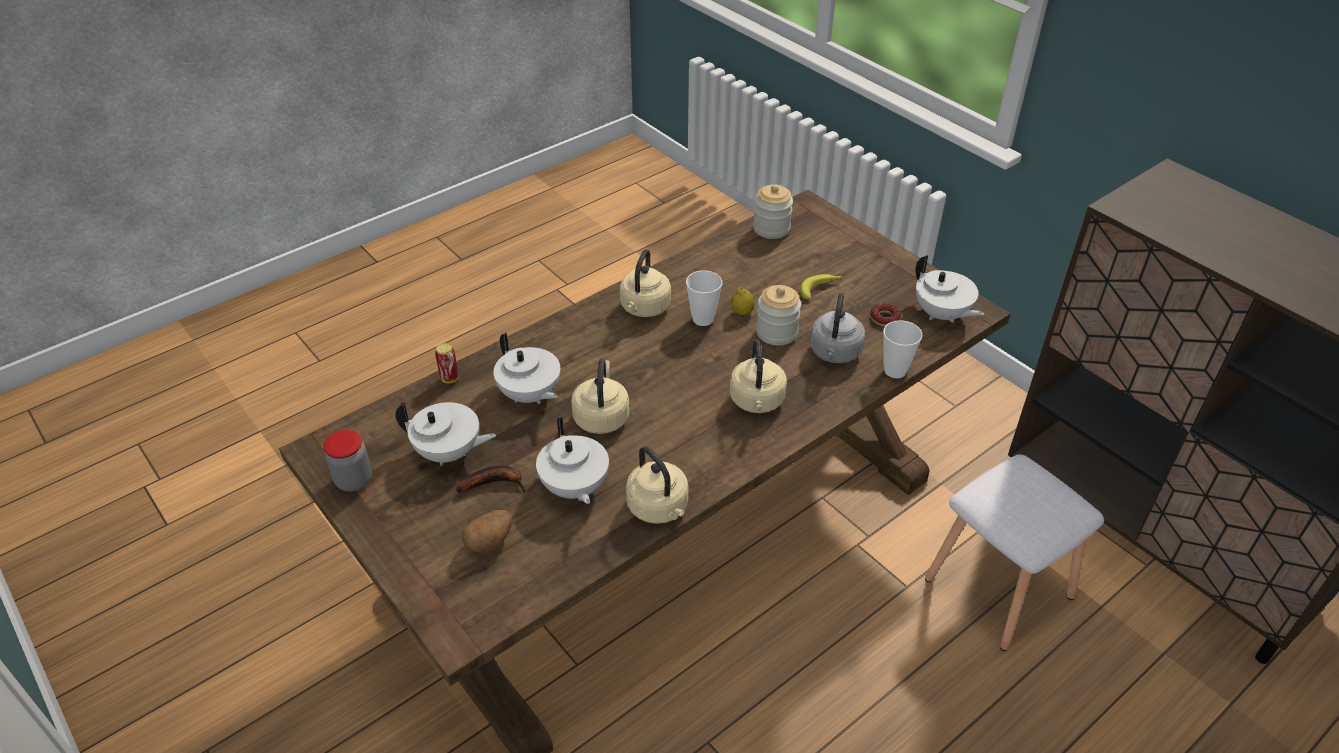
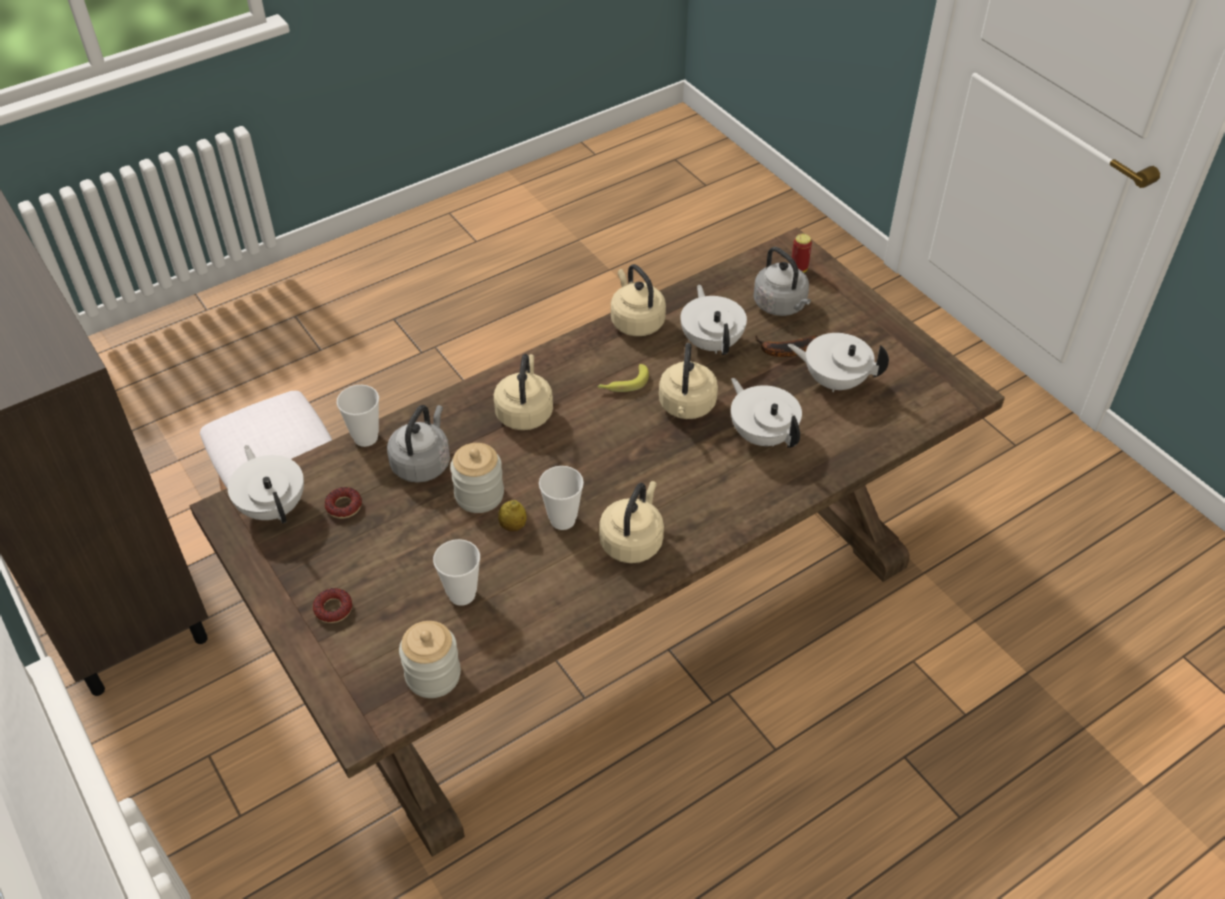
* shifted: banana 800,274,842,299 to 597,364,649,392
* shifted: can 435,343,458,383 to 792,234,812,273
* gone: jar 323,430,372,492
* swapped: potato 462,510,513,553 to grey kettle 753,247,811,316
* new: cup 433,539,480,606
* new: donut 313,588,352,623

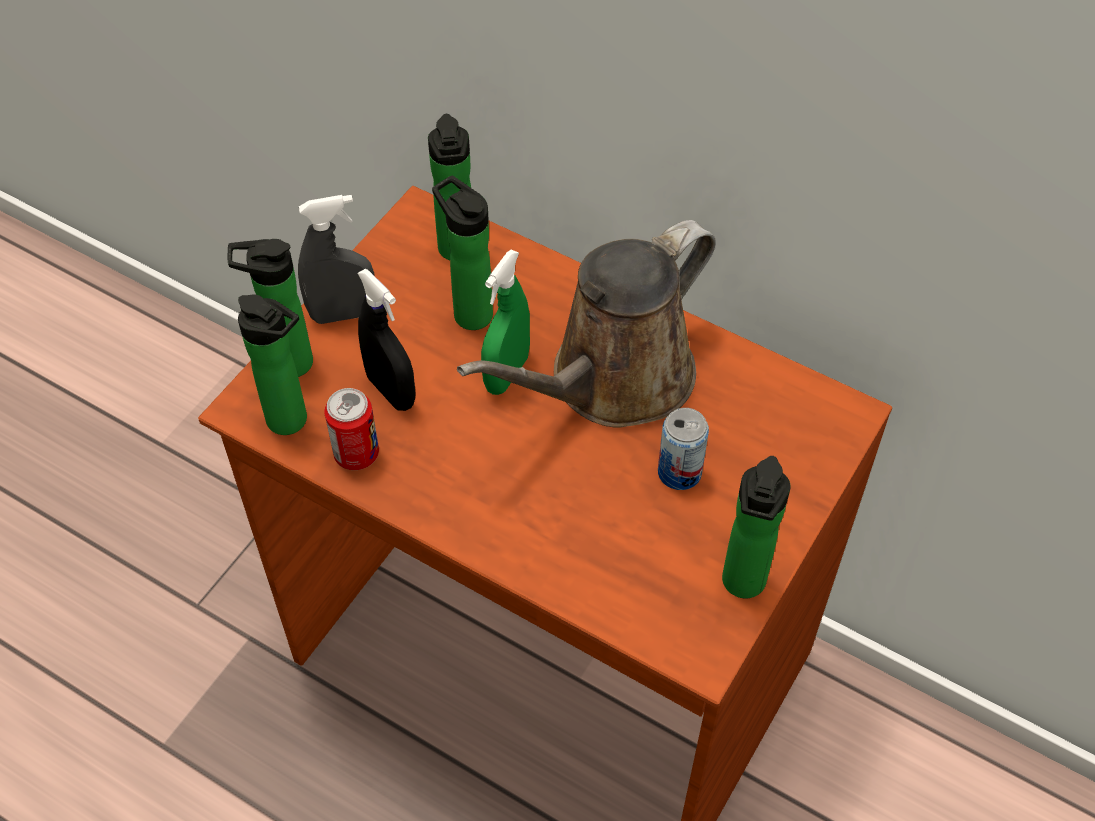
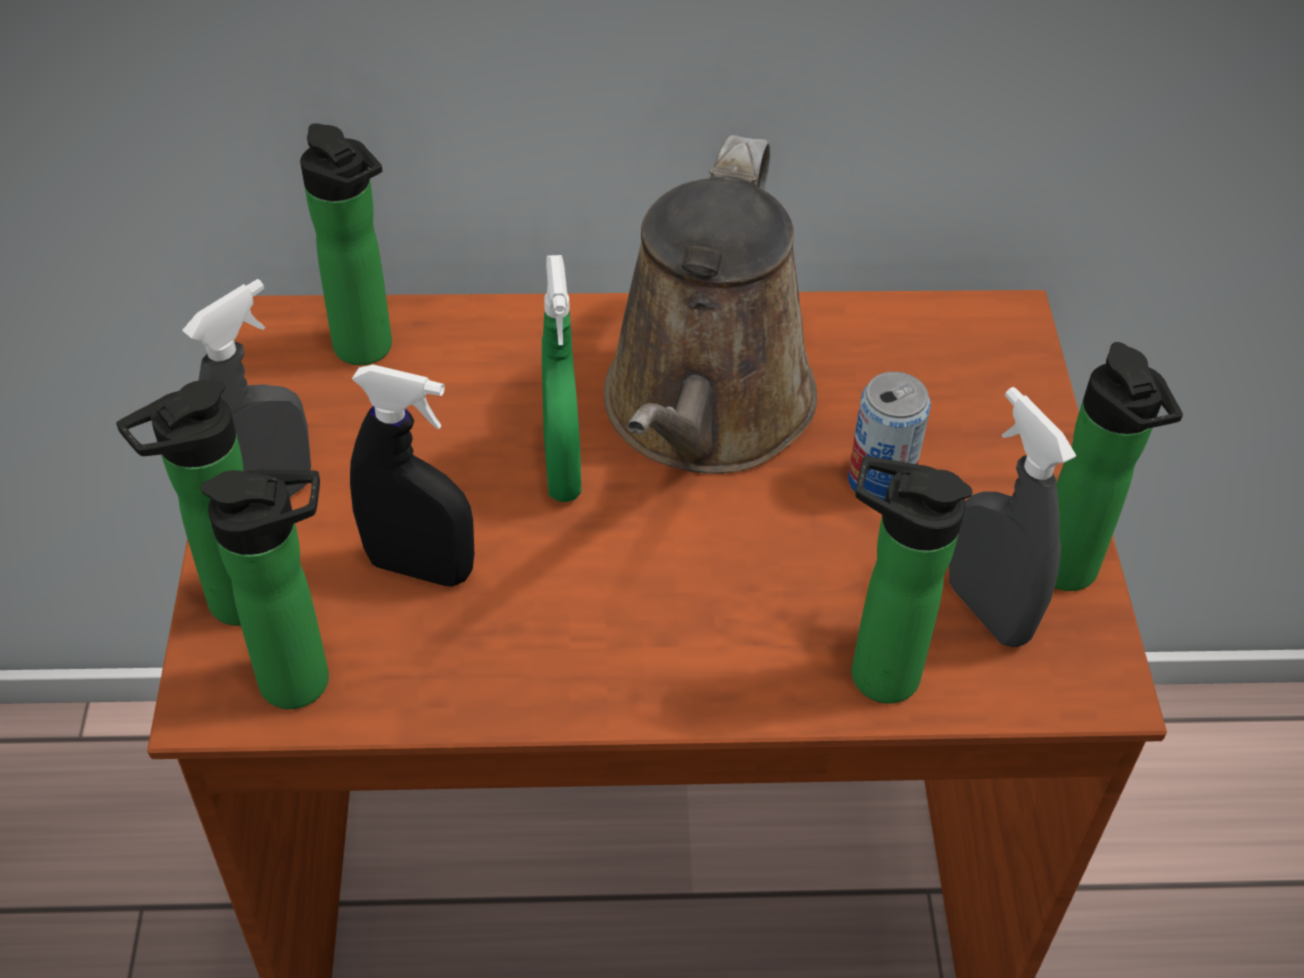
* shifted: bottle 432,175,493,330 to 852,456,973,704
* gone: can 324,388,379,470
* new: grey spray bottle 949,387,1076,647

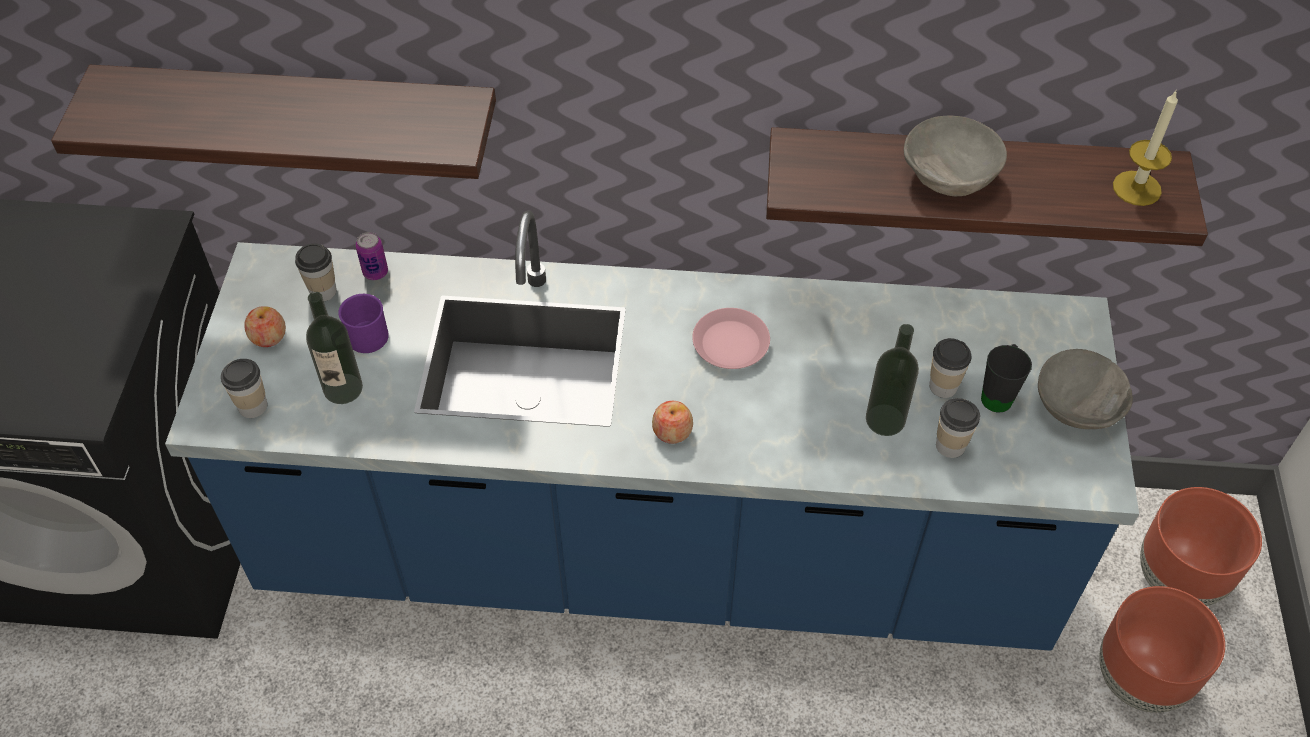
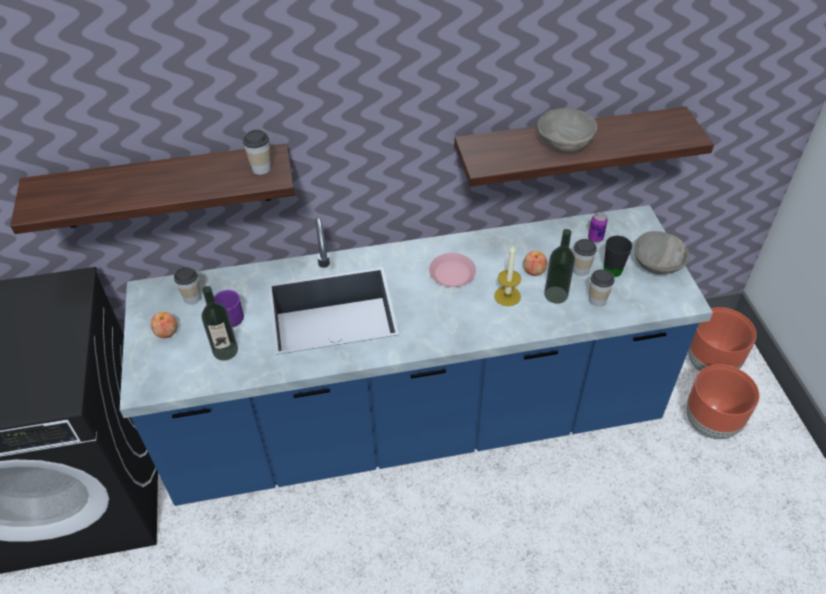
* shifted: candle 1113,90,1178,206 to 494,246,521,306
* shifted: can 356,232,388,280 to 588,212,608,242
* shifted: cup 221,359,268,418 to 243,130,271,175
* shifted: apple 652,401,693,444 to 523,251,547,276

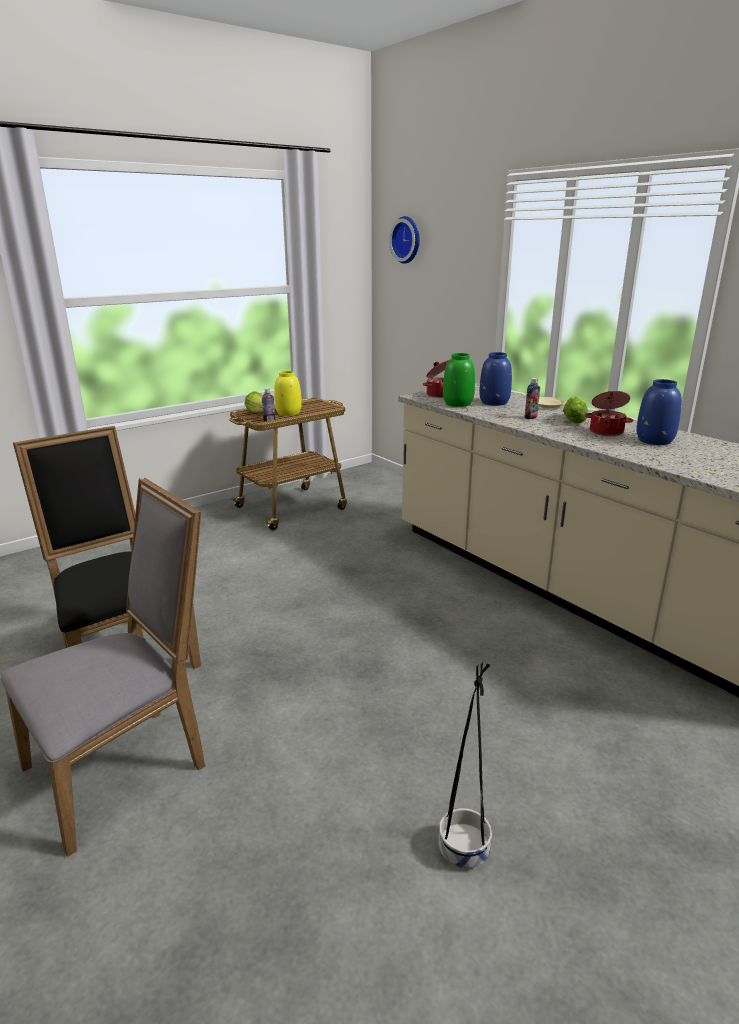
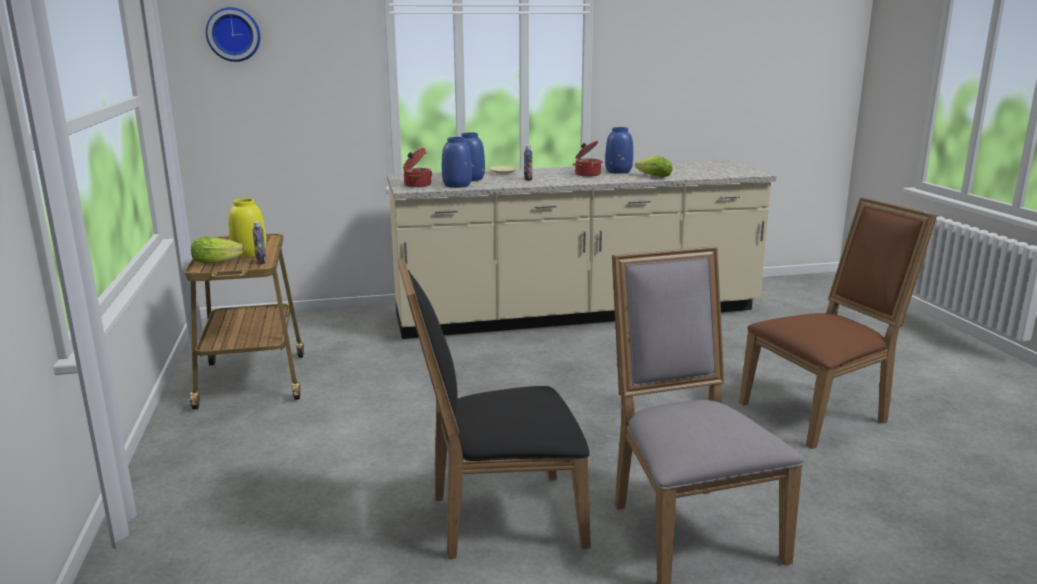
* repainted: green vase 443,353,475,407 to blue vase 442,137,472,188
* shifted: lettuce 563,396,588,424 to 635,157,672,177
* swapped: black planter 438,662,492,869 to brown chair 739,197,937,449

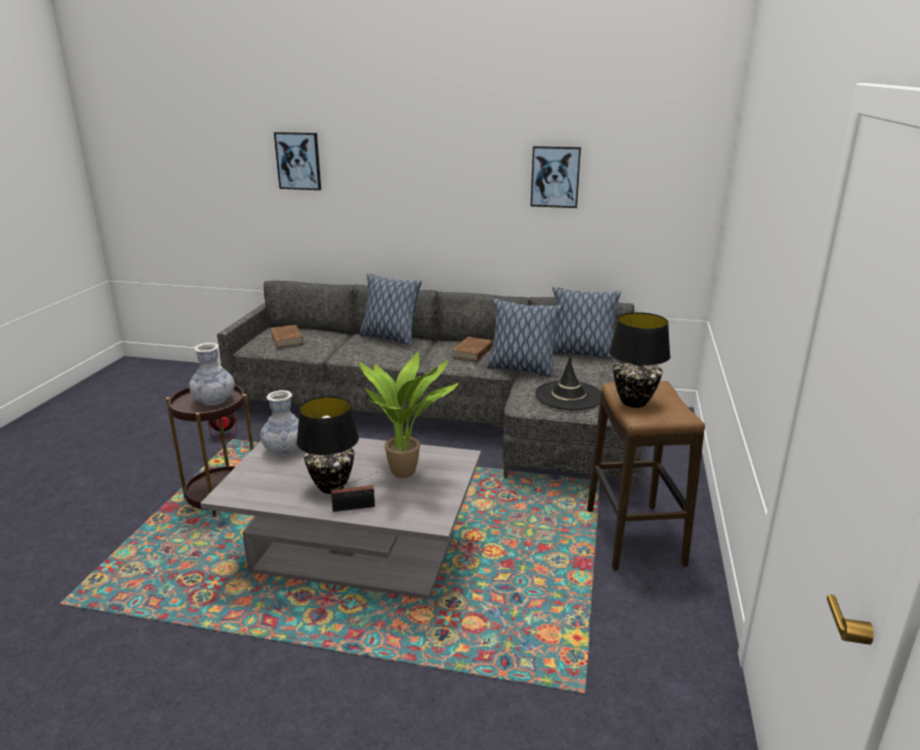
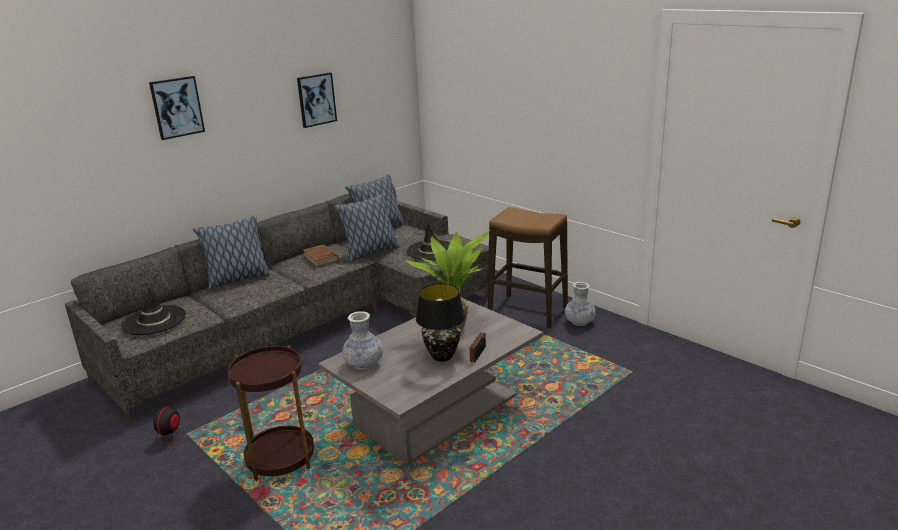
* shifted: picture 274,132,321,190 to 149,76,205,140
* gone: black table lamp 609,312,671,408
* swapped: brown book 271,325,303,347 to black hat 121,287,186,335
* shifted: vase 189,343,234,405 to 565,282,596,326

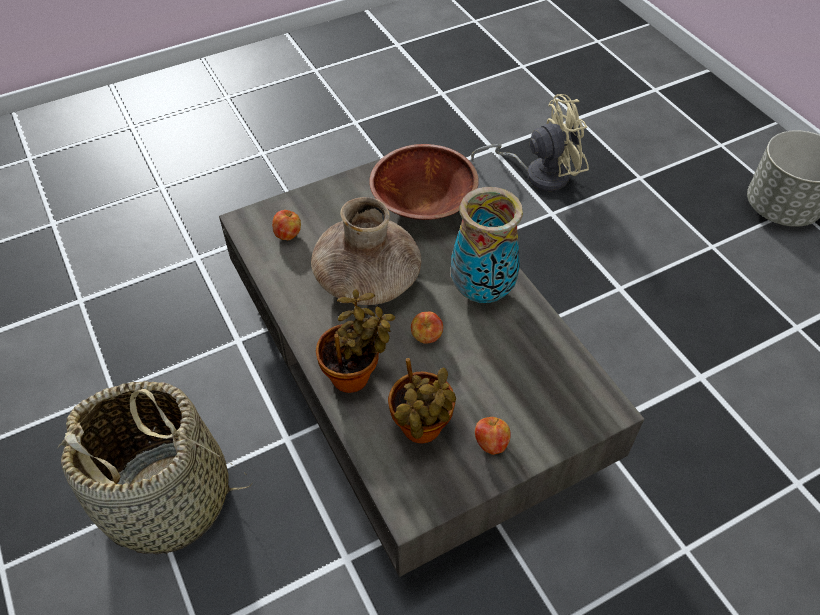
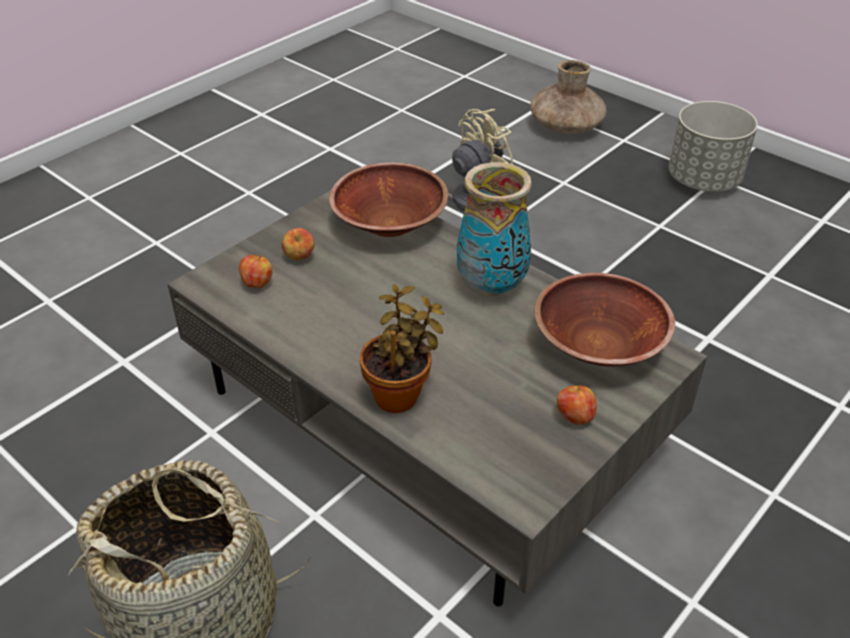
* shifted: brown vase 311,197,421,305 to 530,60,607,134
* shifted: apple 411,312,443,344 to 282,228,315,260
* gone: potted plant 388,358,456,443
* new: brown bowl 534,273,675,366

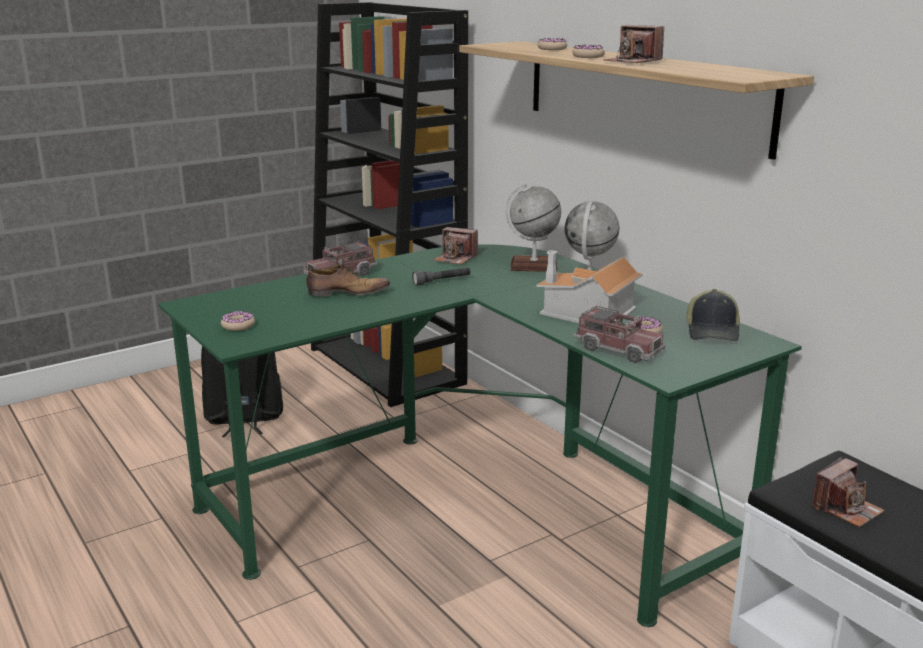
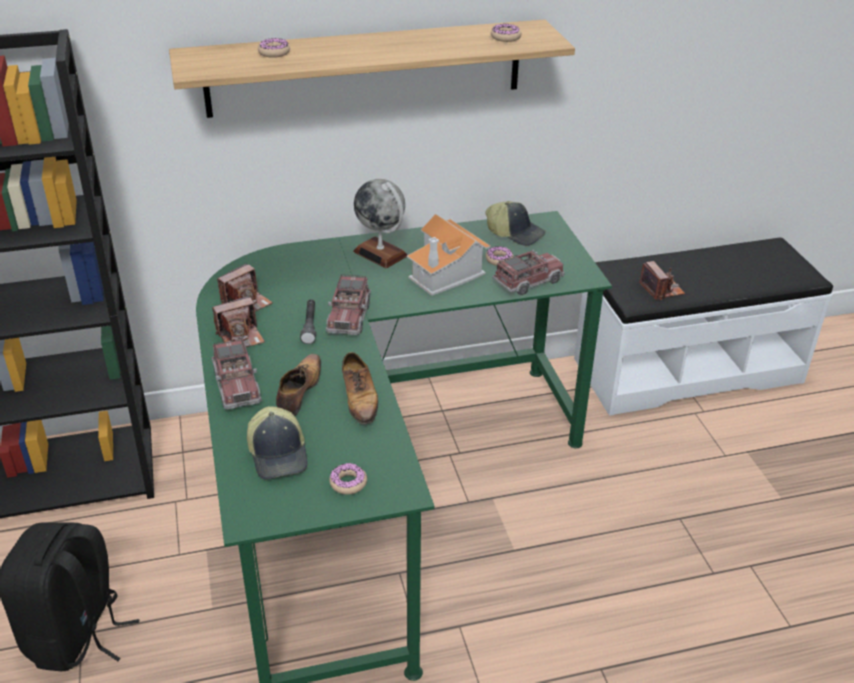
* shifted: photo camera 603,25,664,63 to 212,296,265,347
* shifted: donut 572,44,605,58 to 491,23,521,42
* gone: globe 505,184,561,272
* new: toy truck 326,274,371,335
* new: shoe 342,352,378,424
* new: cap 247,406,308,480

